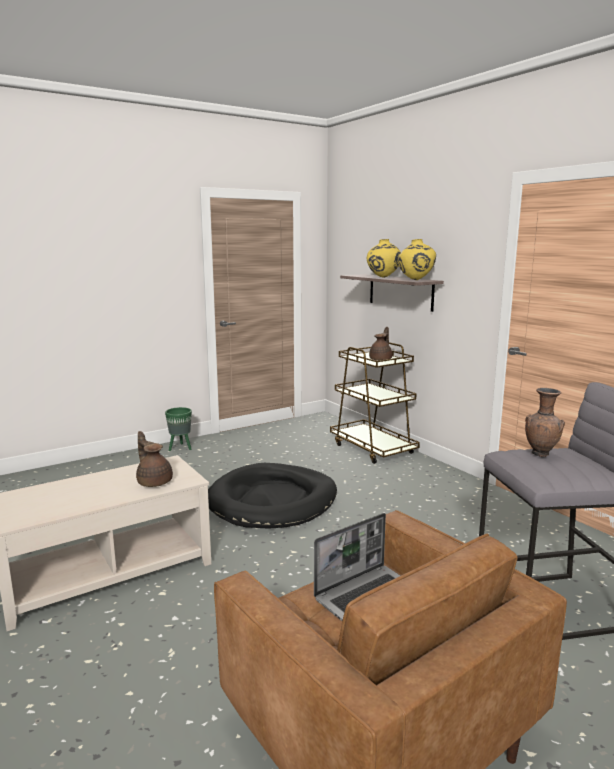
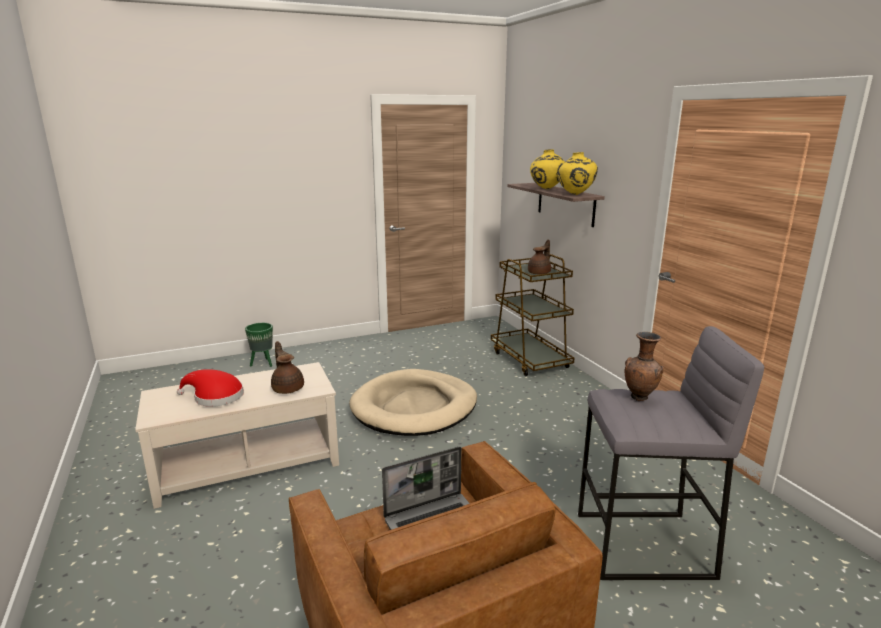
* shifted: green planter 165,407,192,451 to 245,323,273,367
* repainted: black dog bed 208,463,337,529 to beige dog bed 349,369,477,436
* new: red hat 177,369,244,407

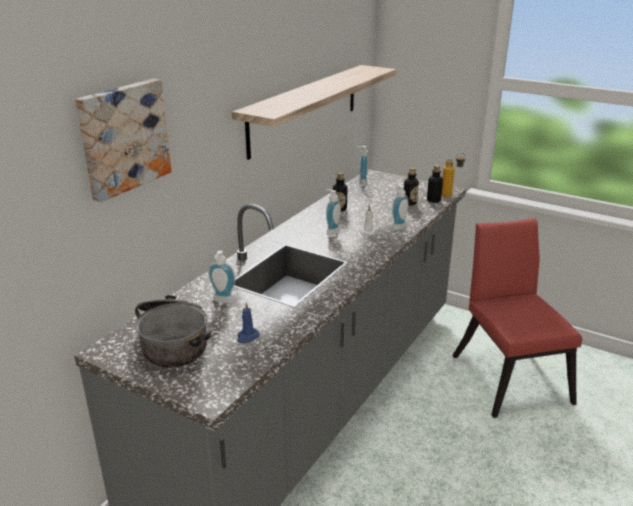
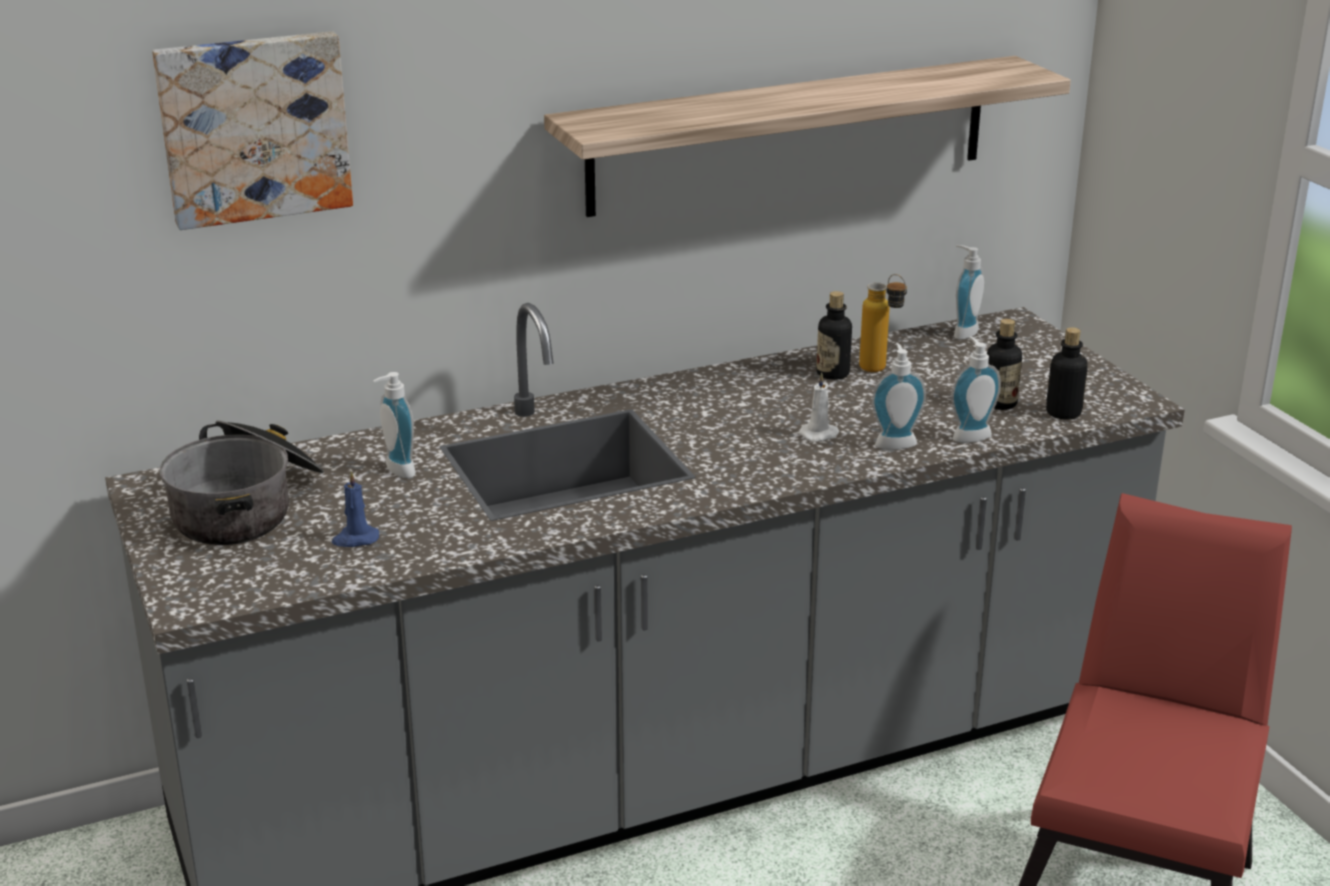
* shifted: bottle 442,153,466,197 to 859,274,907,372
* shifted: soap dispenser 326,189,341,236 to 951,336,1001,443

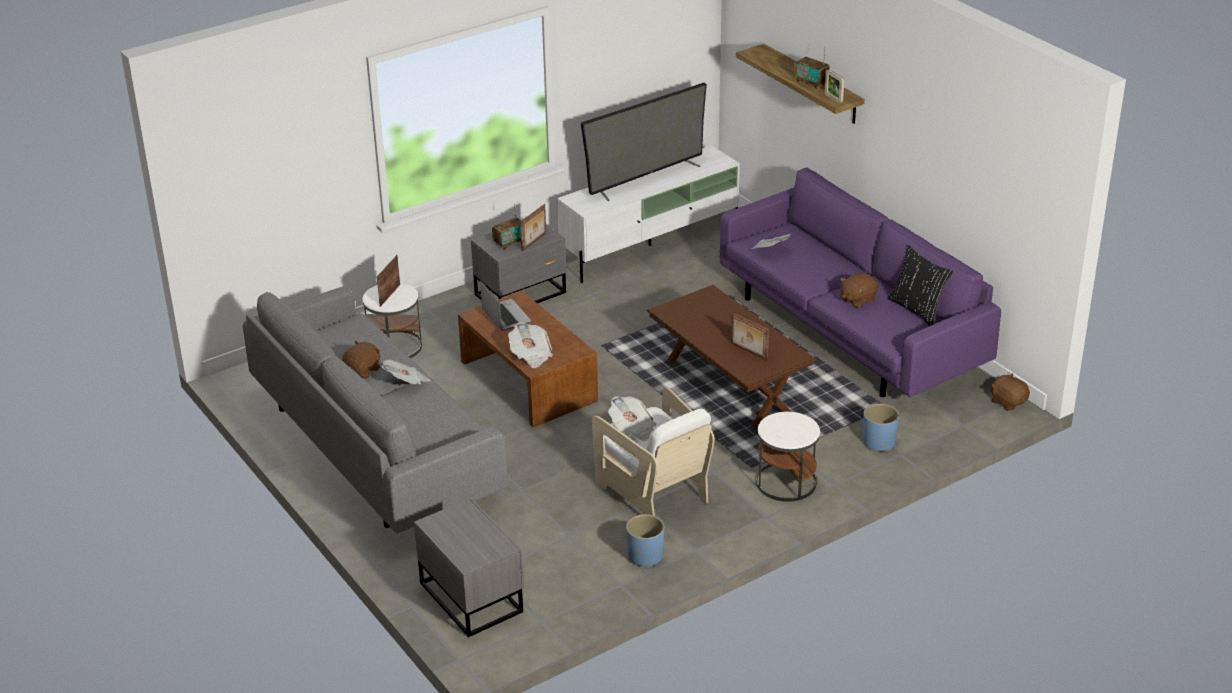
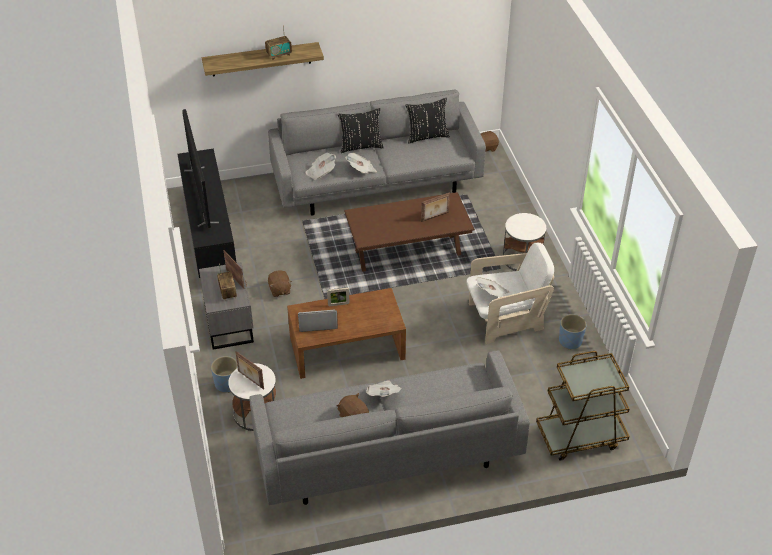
* shifted: picture frame 825,69,844,103 to 327,287,349,306
* repainted: white tv stand 557,145,740,283 to black tv stand 178,149,236,278
* repainted: purple sofa 720,167,1001,397 to grey sofa 268,90,486,216
* shifted: brown plush toy 840,273,878,308 to 268,270,292,297
* shifted: newspaper 508,322,553,368 to 345,153,377,174
* shifted: blue planter 863,403,899,451 to 211,356,238,393
* swapped: grey nightstand 414,498,524,637 to brown cart 536,351,630,461
* new: black pillow 338,108,383,153

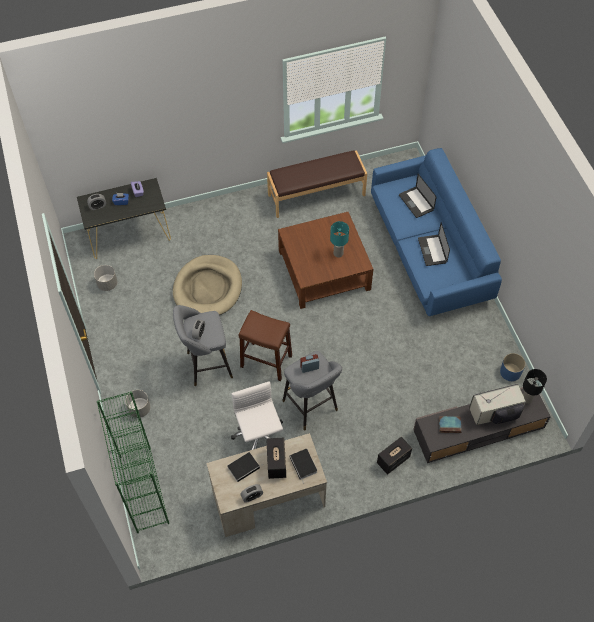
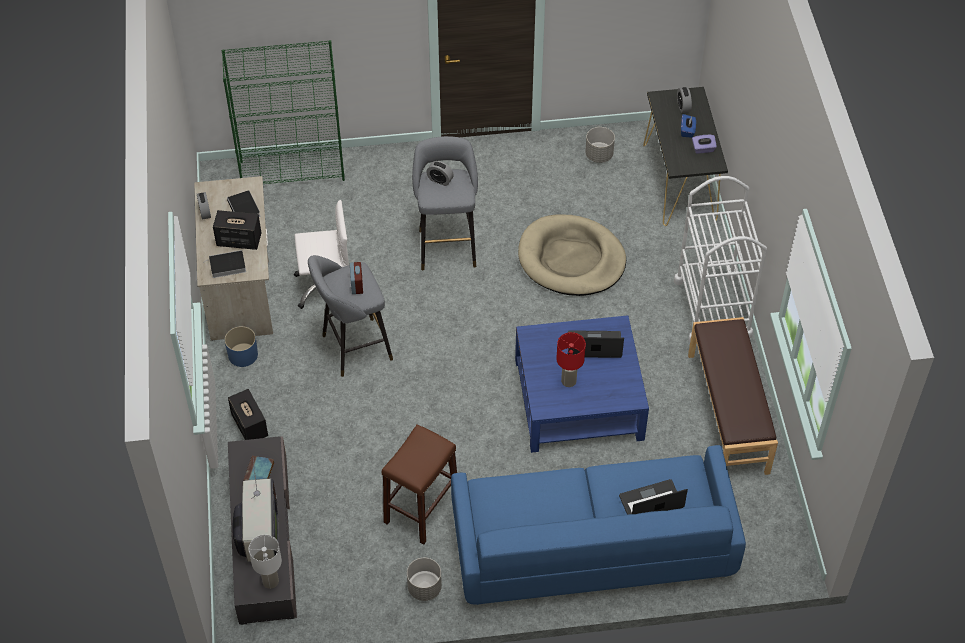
* repainted: brown coffee table 278,212,373,309 to blue coffee table 515,315,649,453
* repainted: turquoise table lamp 330,221,349,258 to red table lamp 556,332,586,387
* shifted: laptop 418,223,450,266 to 568,330,624,358
* shifted: brown stool 239,310,292,381 to 382,424,457,545
* shifted: blue planter 500,353,525,381 to 224,326,258,367
* repainted: black table lamp 523,369,547,404 to white table lamp 249,535,282,589
* shifted: grey planter 125,390,150,418 to 407,558,442,601
* new: white cart 674,176,767,343

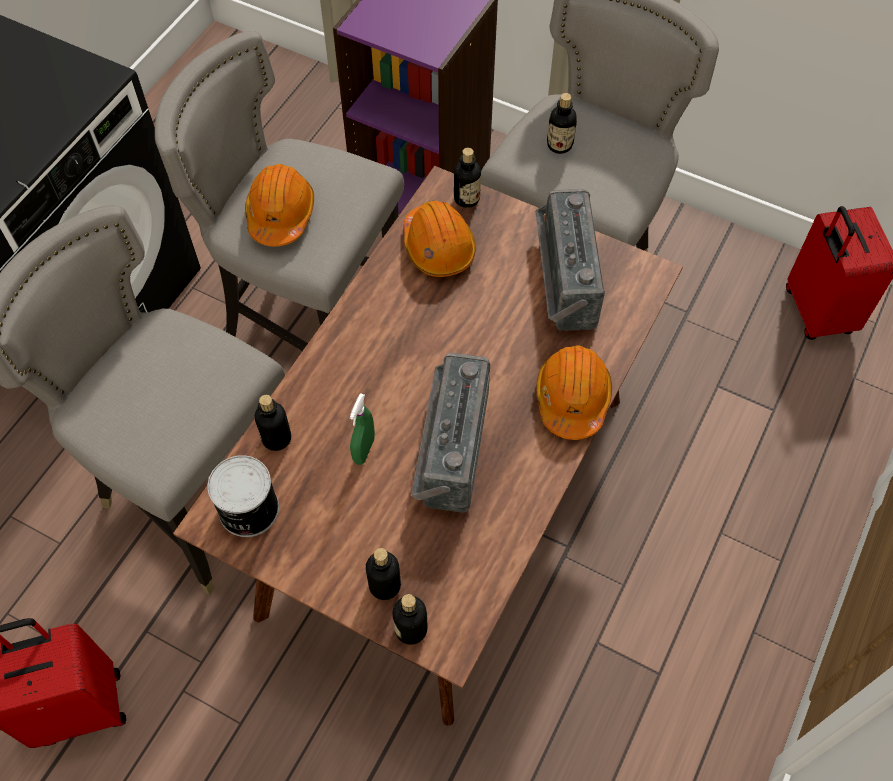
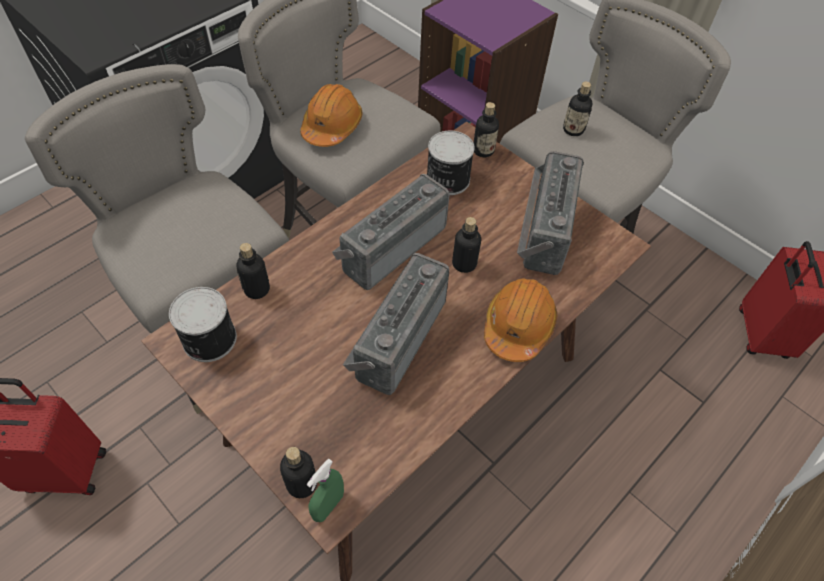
* swapped: orange hard hat 403,201,476,277 to can 427,131,475,195
* shifted: green spray bottle 350,393,375,465 to 307,458,344,522
* shifted: bottle 366,548,401,600 to 452,217,481,273
* new: radio 332,174,450,290

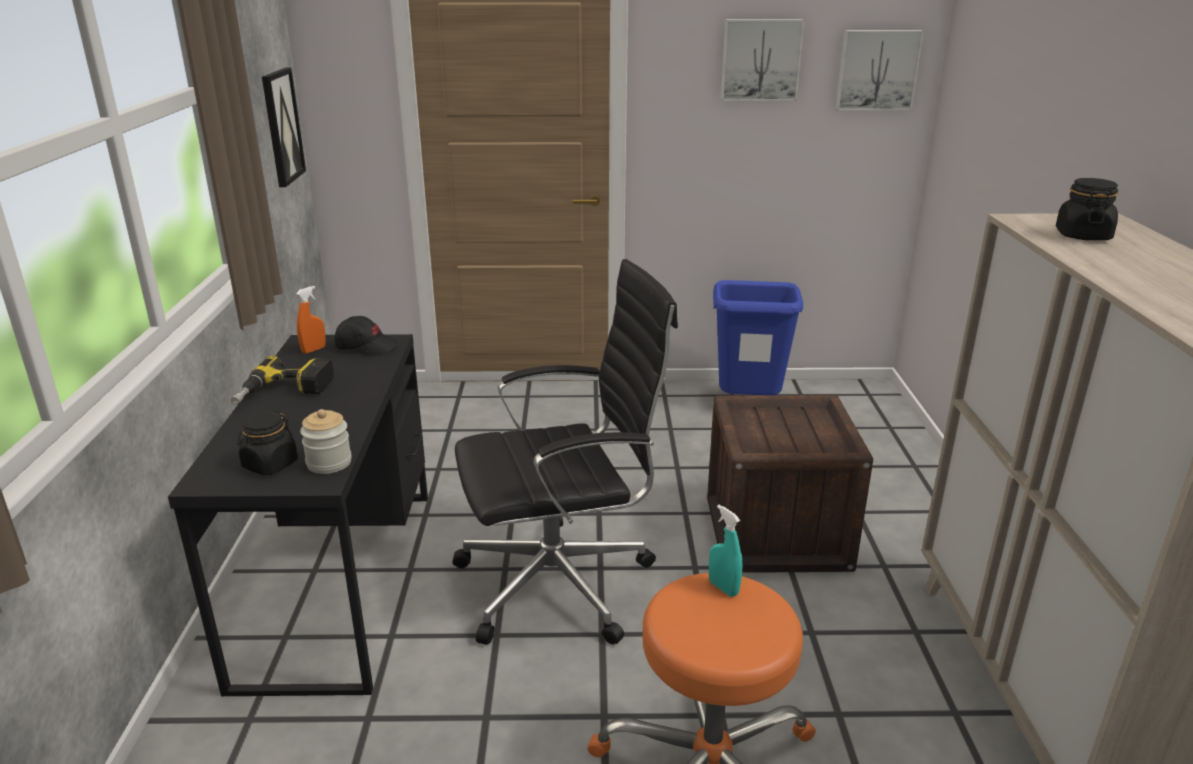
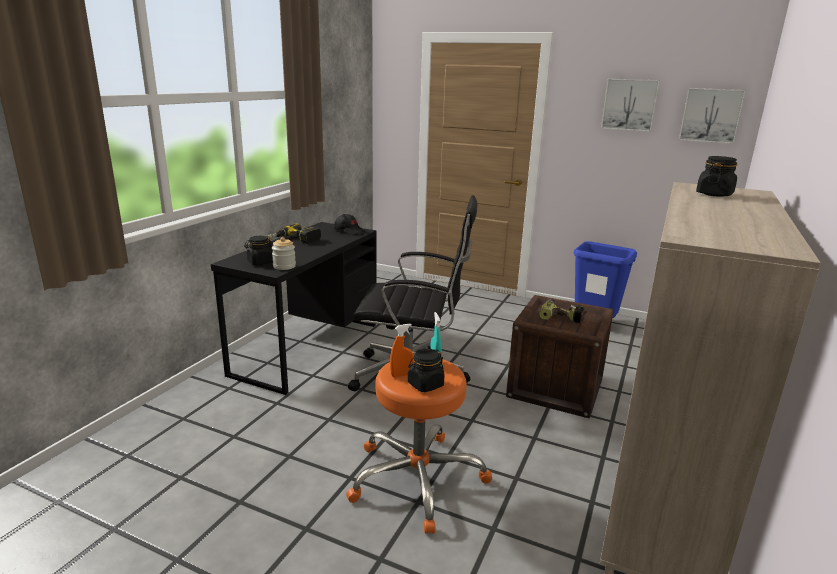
* gone: picture 262,68,306,187
* shifted: orange spray bottle 296,286,326,354 to 390,324,414,377
* new: power drill 539,298,585,323
* new: black jar 408,348,445,392

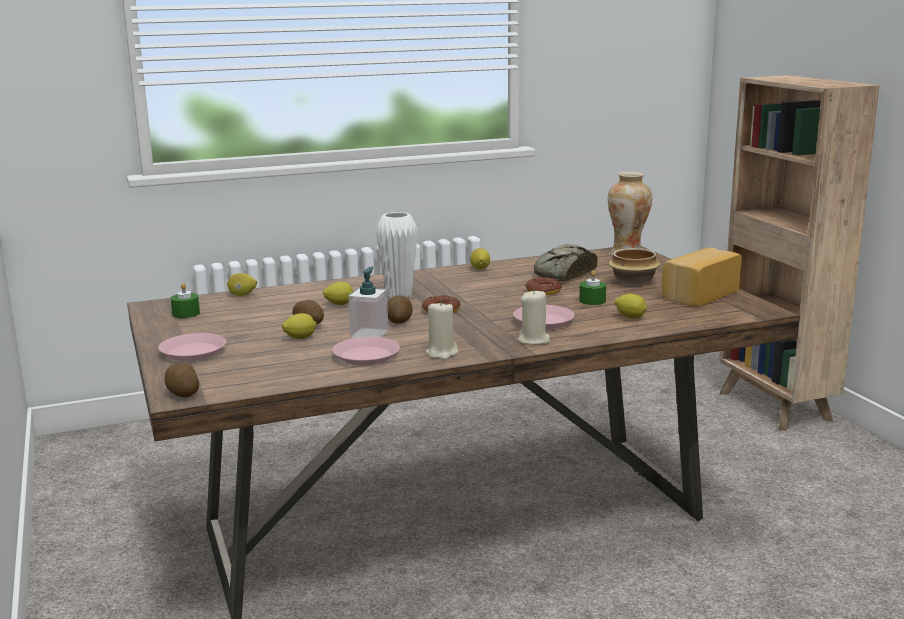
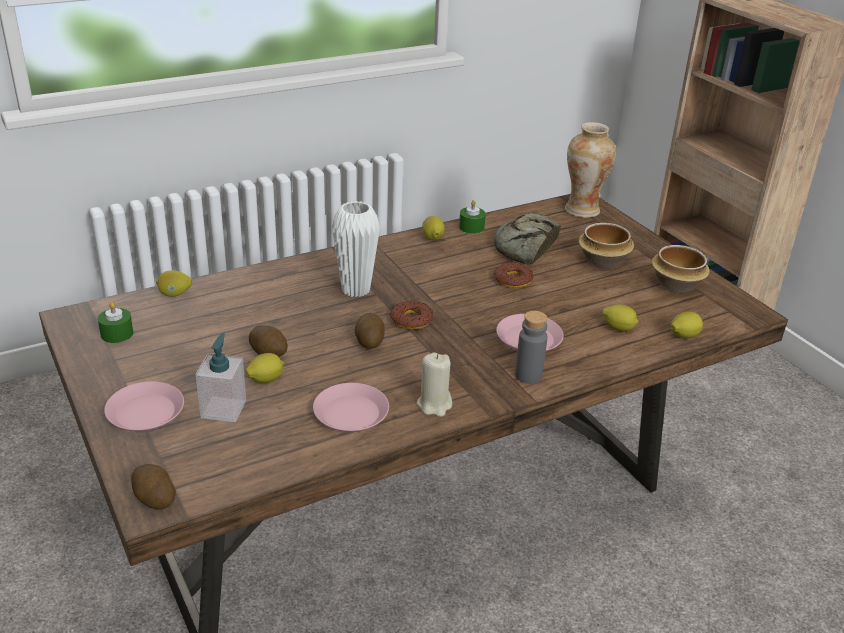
* swapped: bread 661,247,742,306 to bowl 652,245,710,293
* shifted: soap dispenser 348,267,388,338 to 195,333,246,422
* shifted: green candle 579,270,606,305 to 459,200,486,234
* shifted: lemon 323,282,354,305 to 670,311,703,339
* swapped: beige candle 518,289,550,345 to grey bottle 515,311,548,384

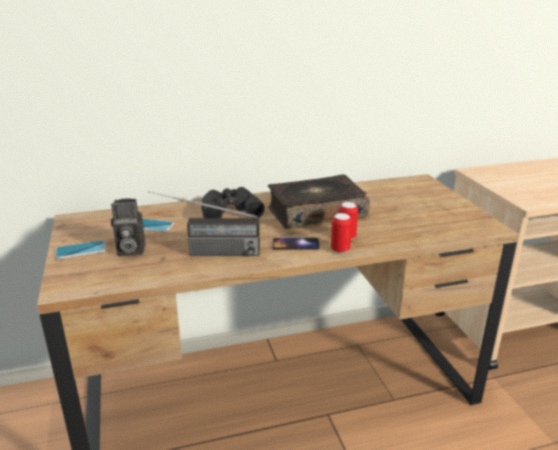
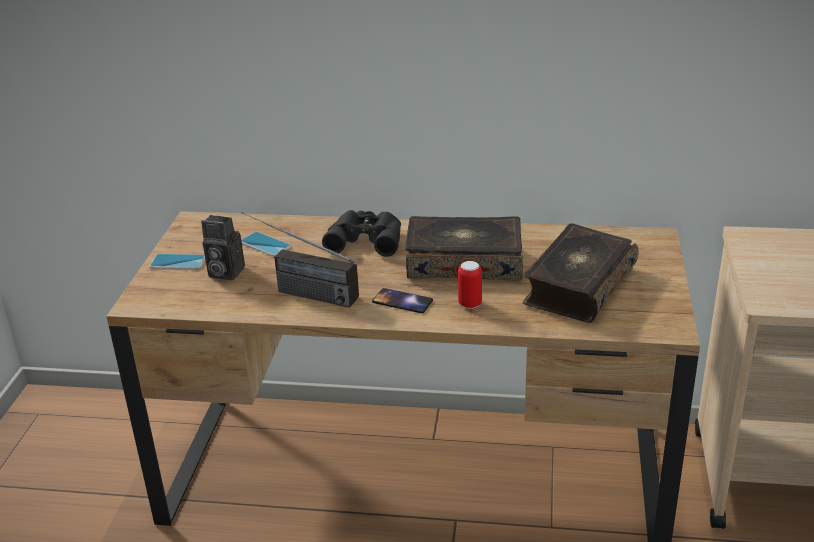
* gone: can 331,213,352,253
* new: book 522,223,639,323

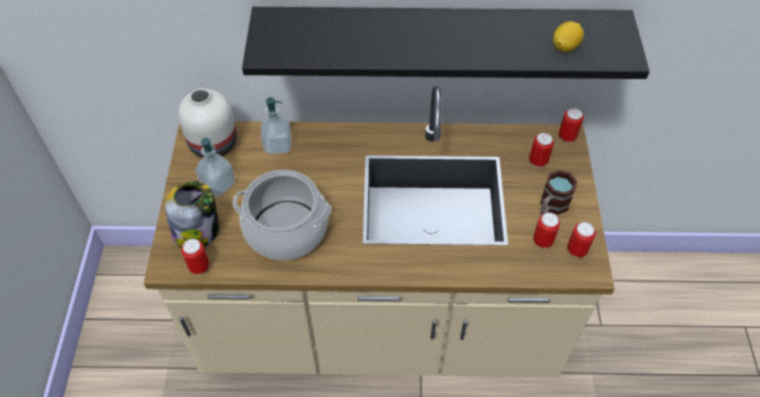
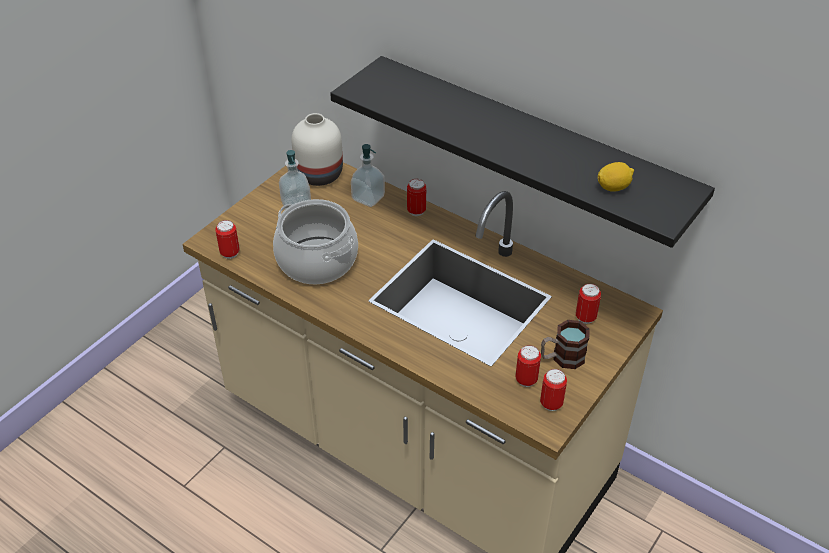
* shifted: can 559,108,584,143 to 407,179,426,216
* gone: jar 165,181,219,249

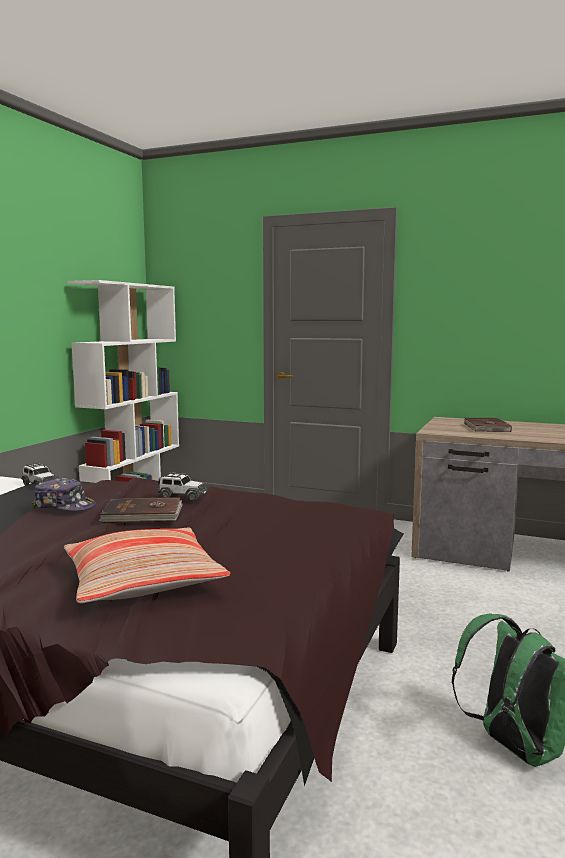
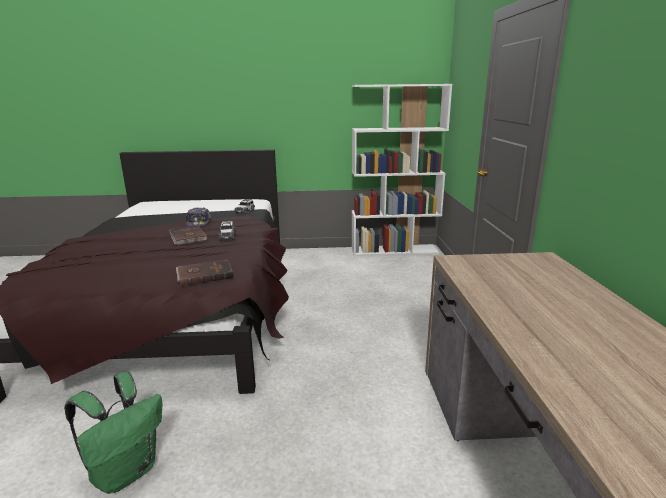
* shifted: brown book 464,418,512,432 to 176,260,234,286
* gone: pillow 64,528,231,604

